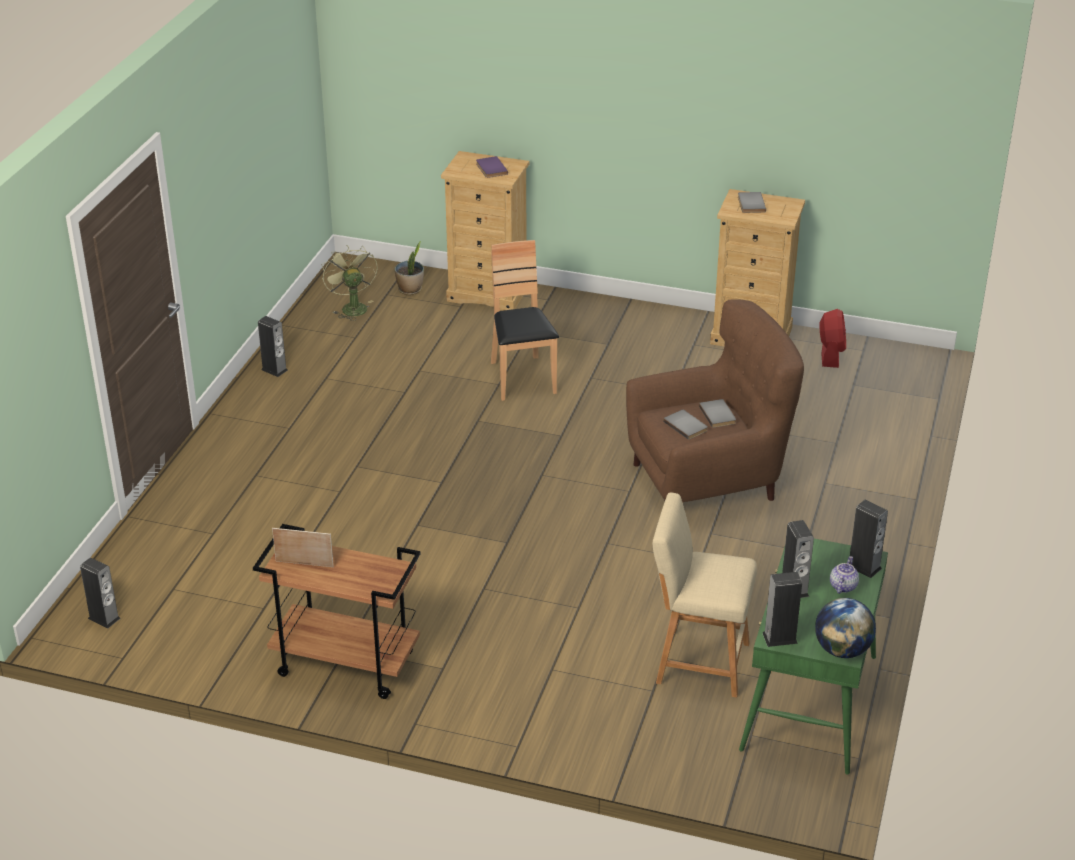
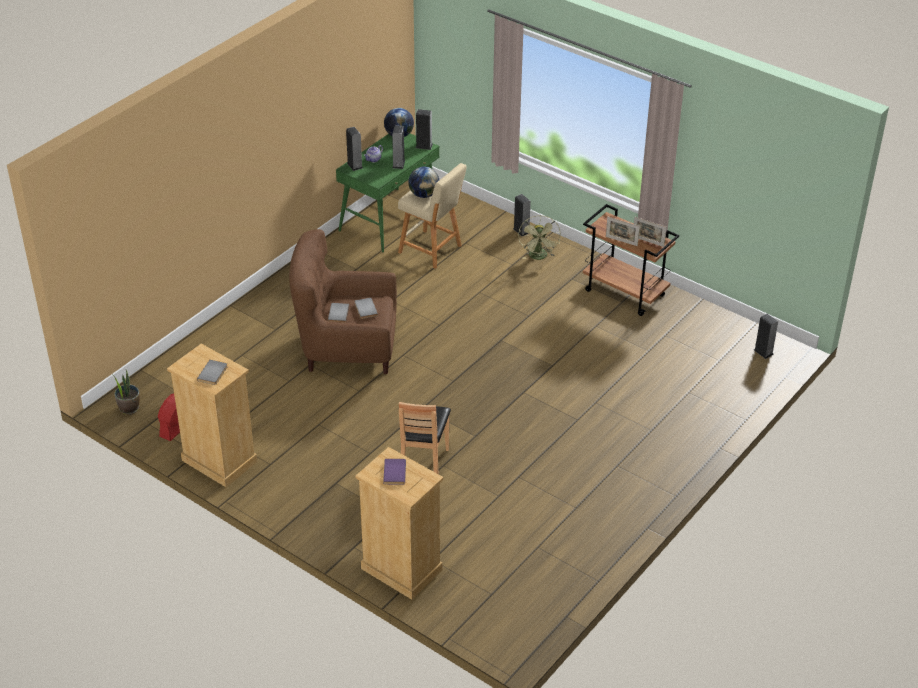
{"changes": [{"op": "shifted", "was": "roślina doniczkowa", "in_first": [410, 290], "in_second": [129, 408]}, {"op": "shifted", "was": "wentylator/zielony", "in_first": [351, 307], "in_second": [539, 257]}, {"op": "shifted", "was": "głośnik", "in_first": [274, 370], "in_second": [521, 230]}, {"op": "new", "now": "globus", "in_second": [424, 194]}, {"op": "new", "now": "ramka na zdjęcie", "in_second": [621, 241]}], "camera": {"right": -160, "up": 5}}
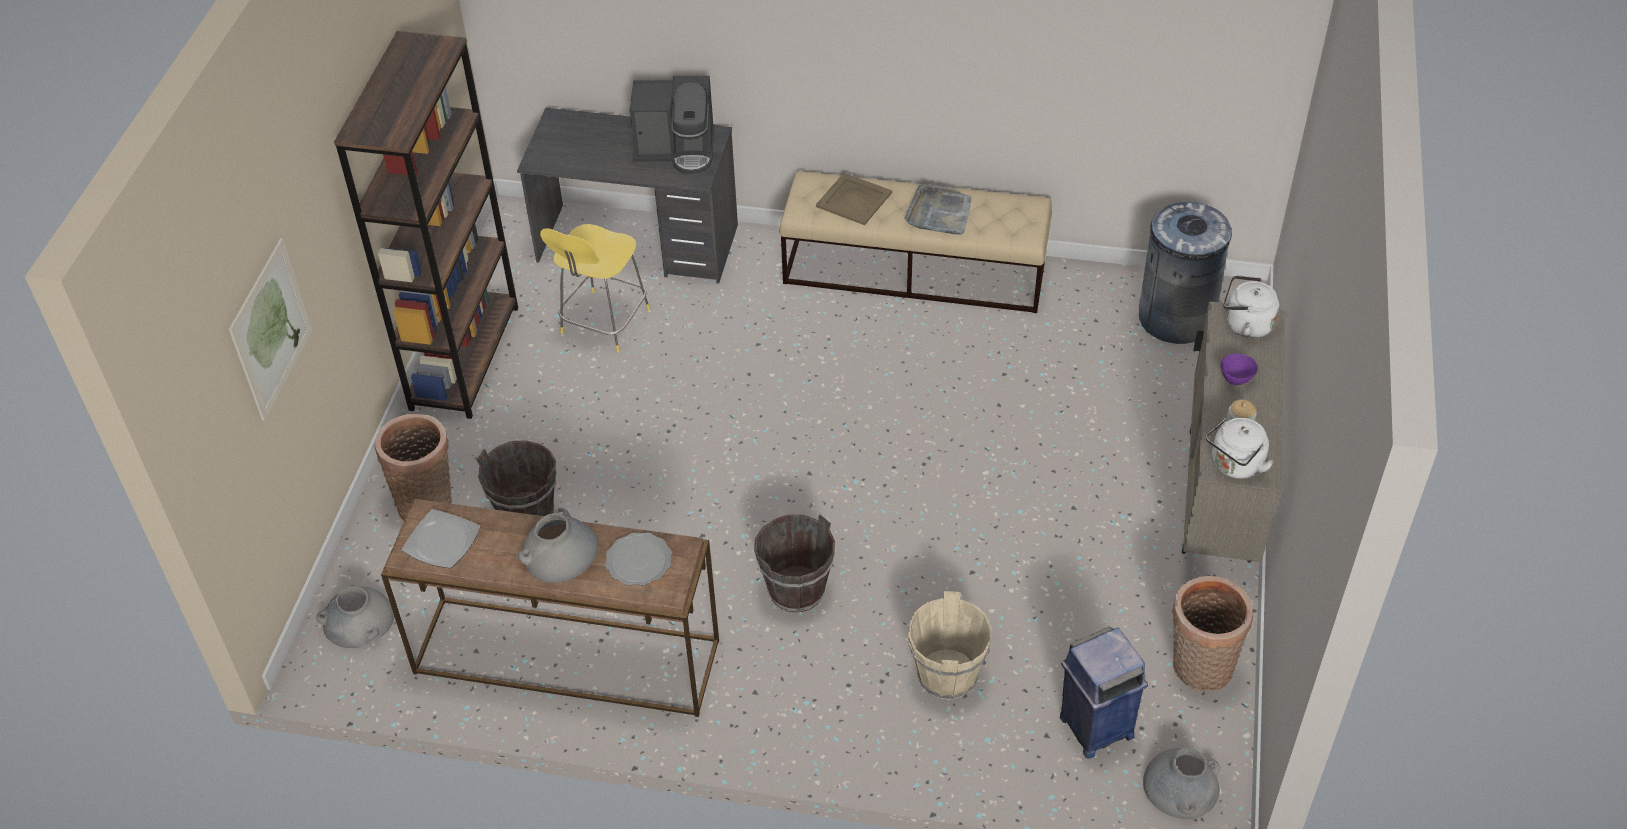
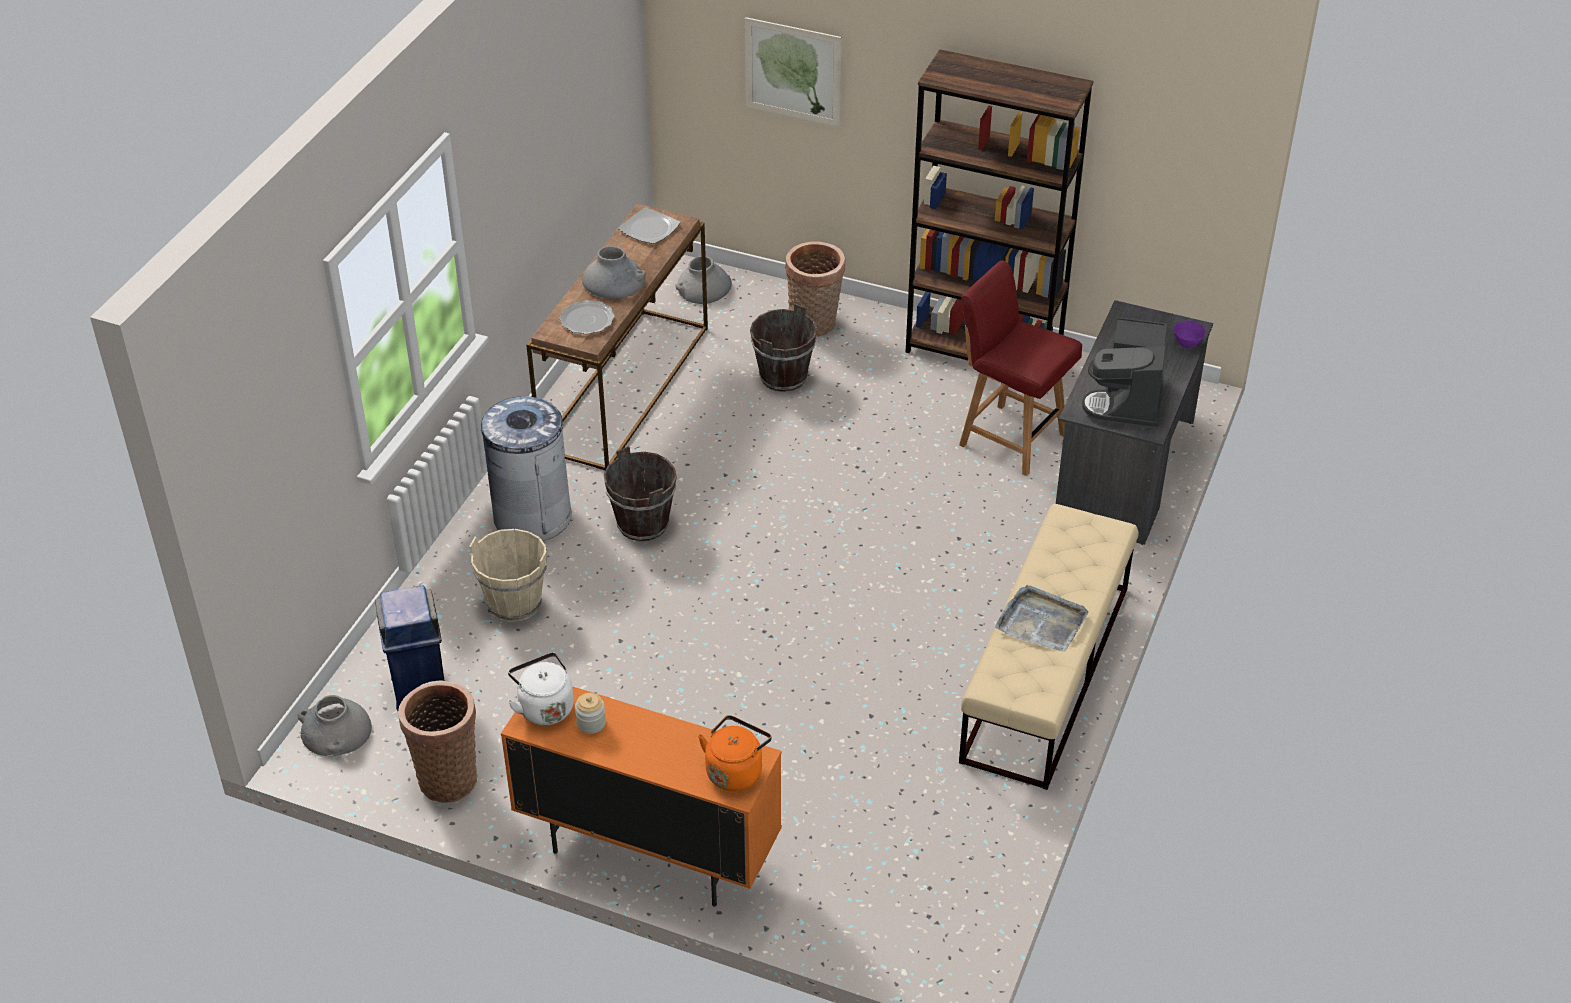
{"changes": [{"op": "gone", "was": "taca/beżowy", "in_first": [853, 199]}, {"op": "shifted", "was": "kosz na śmieci/szary", "in_first": [1175, 318], "in_second": [532, 516]}, {"op": "swapped", "was": "stołek/żółty", "now": "krzesło/czerwony", "in_first": [603, 324], "in_second": [1010, 438]}, {"op": "repainted", "was": "czajnik/biały", "now": "czajnik/pomarańczowy", "in_first": [1245, 324], "in_second": [735, 770]}, {"op": "repainted", "was": "szafka/beżowy", "now": "szafka/pomarańczowy", "in_first": [1219, 496], "in_second": [647, 852]}, {"op": "shifted", "was": "miska/fioletowy", "in_first": [1236, 379], "in_second": [1187, 344]}], "camera": {"right": 100, "up": -5}}
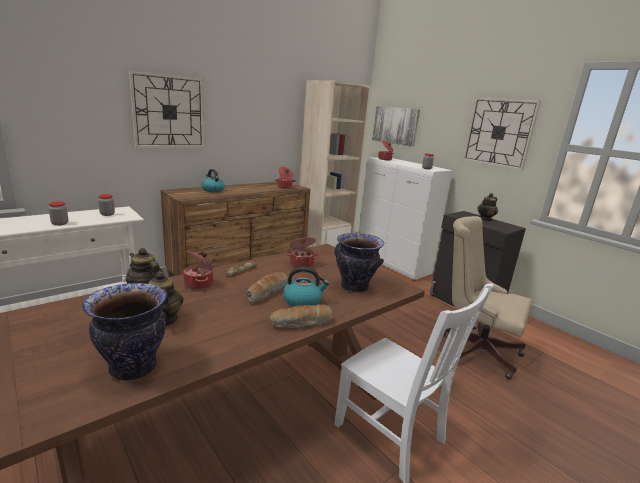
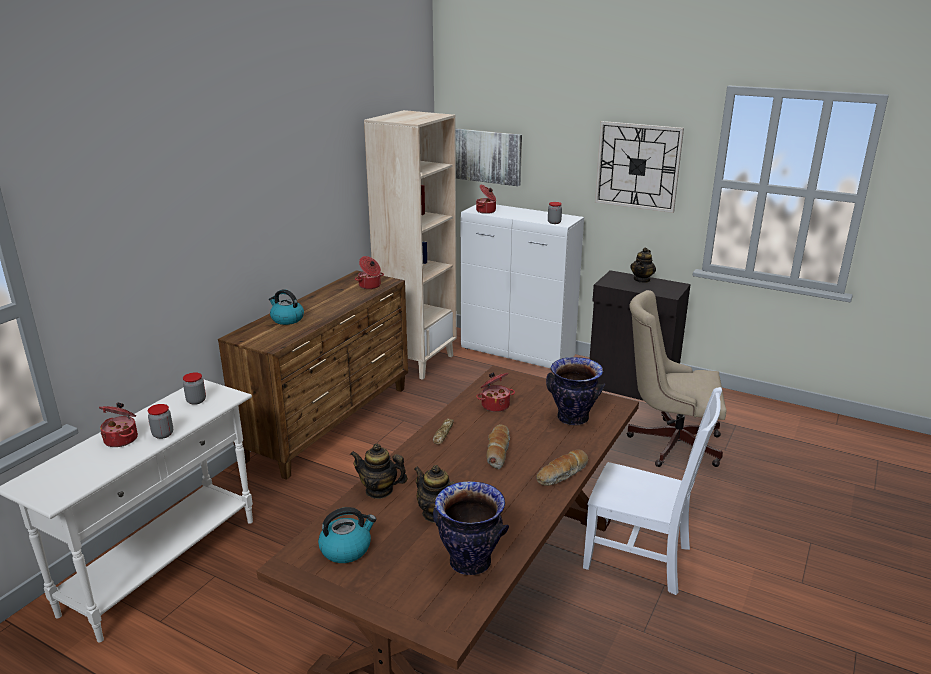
{"changes": [{"op": "gone", "was": "zegar ścienny", "in_first": [169, 112]}, {"op": "shifted", "was": "garnek", "in_first": [200, 284], "in_second": [122, 439]}, {"op": "shifted", "was": "czajnik", "in_first": [303, 301], "in_second": [346, 549]}], "camera": {"right": -20, "up": 5}}
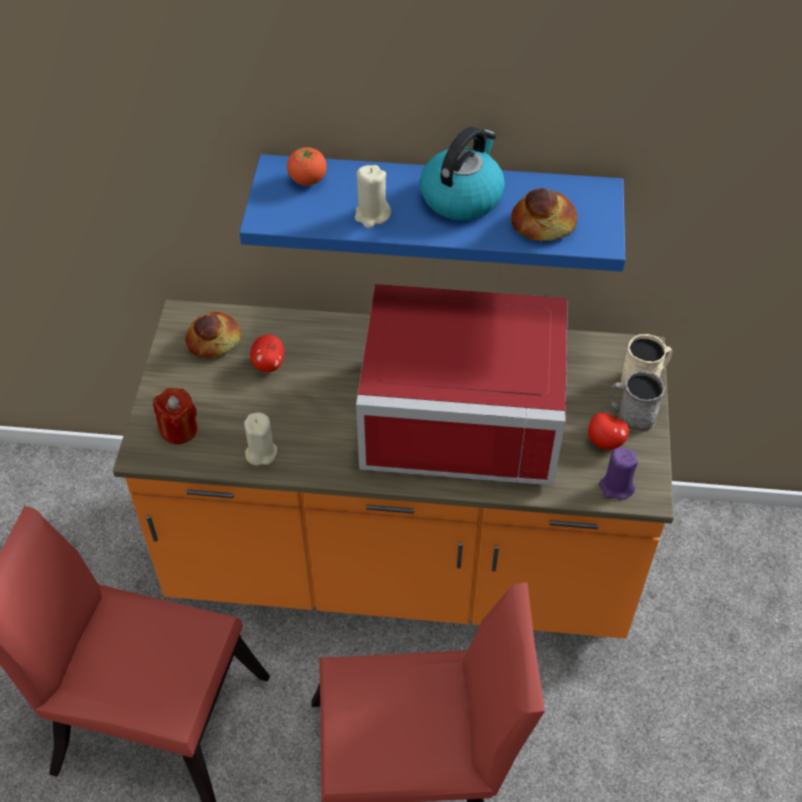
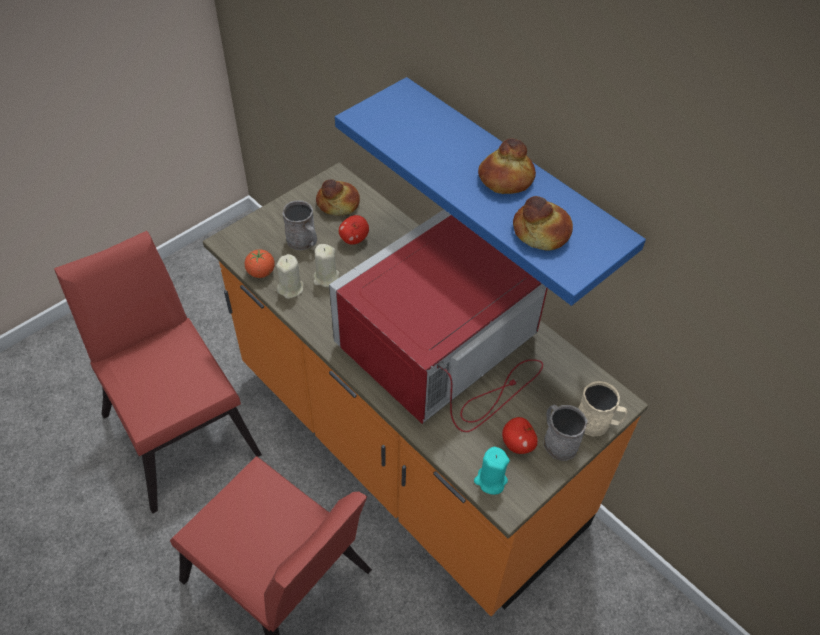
{"changes": [{"op": "swapped", "was": "czajnik", "now": "chleb", "in_first": [462, 196], "in_second": [505, 179]}, {"op": "shifted", "was": "pomidor", "in_first": [307, 180], "in_second": [261, 272]}, {"op": "shifted", "was": "świeca/beżowy", "in_first": [372, 215], "in_second": [326, 278]}, {"op": "rotated", "was": "mikrofalówka/czerwony", "in_first": [463, 407], "in_second": [445, 350], "clockwise": 90}, {"op": "gone", "was": "świeca/czerwony", "in_first": [179, 429]}, {"op": "repainted", "was": "świeca/fioletowy", "now": "świeca/turkusowy", "in_first": [616, 487], "in_second": [490, 480]}, {"op": "new", "now": "kubek/szary", "in_second": [304, 242]}], "camera": {"right": 40, "up": 0}}
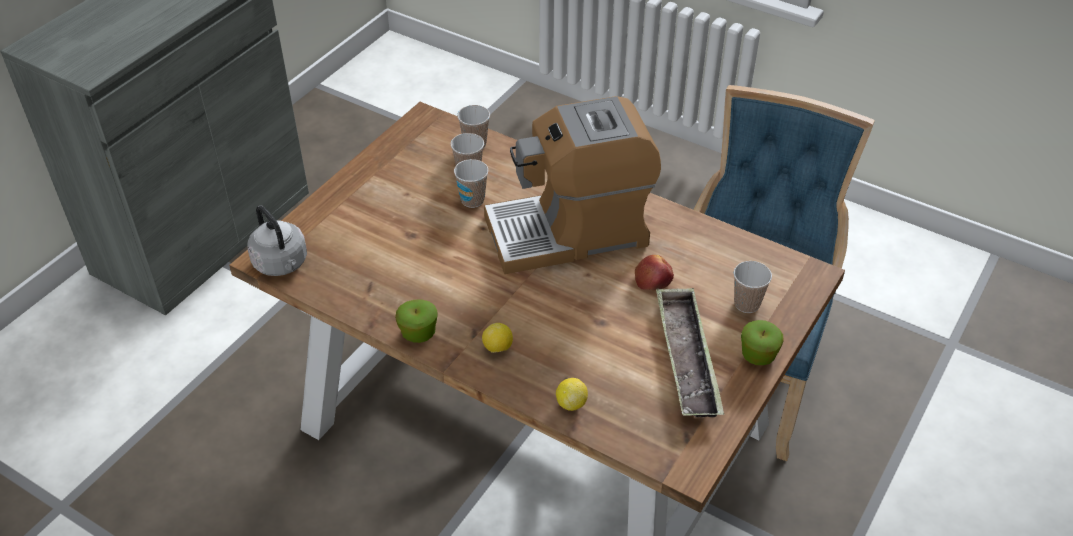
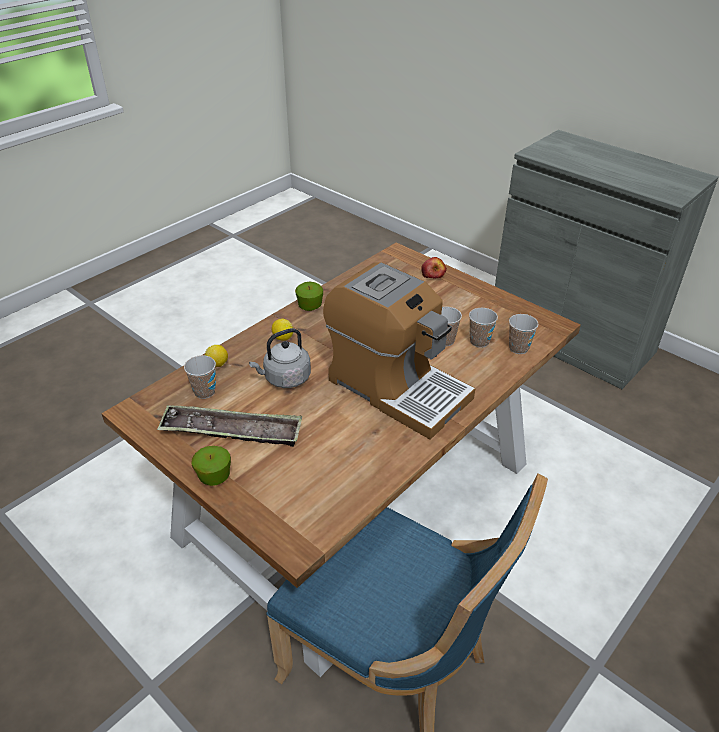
{"changes": [{"op": "rotated", "was": "ekspres do kawy", "in_first": [569, 231], "in_second": [397, 388], "clockwise": 135}, {"op": "shifted", "was": "czajnik/szary", "in_first": [282, 264], "in_second": [285, 379]}, {"op": "shifted", "was": "jabłko", "in_first": [653, 278], "in_second": [433, 274]}, {"op": "shifted", "was": "filiżanka", "in_first": [747, 304], "in_second": [204, 392]}], "camera": {"right": 100, "up": -5}}
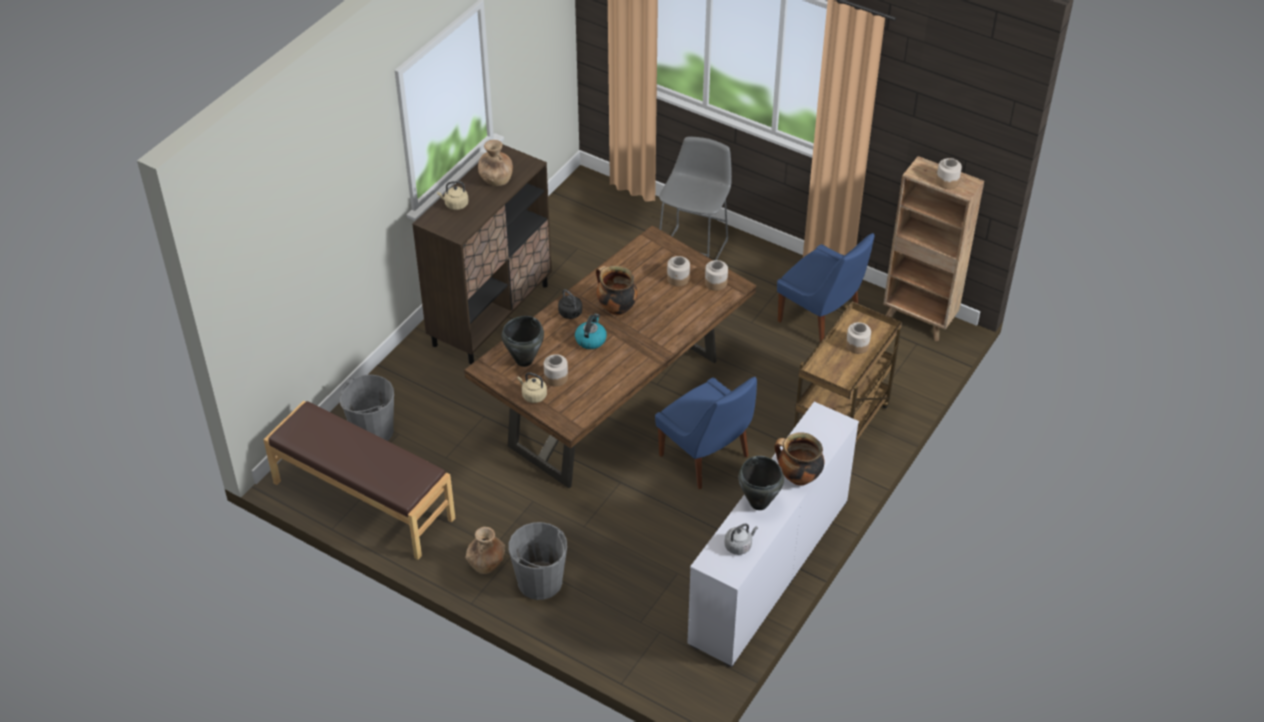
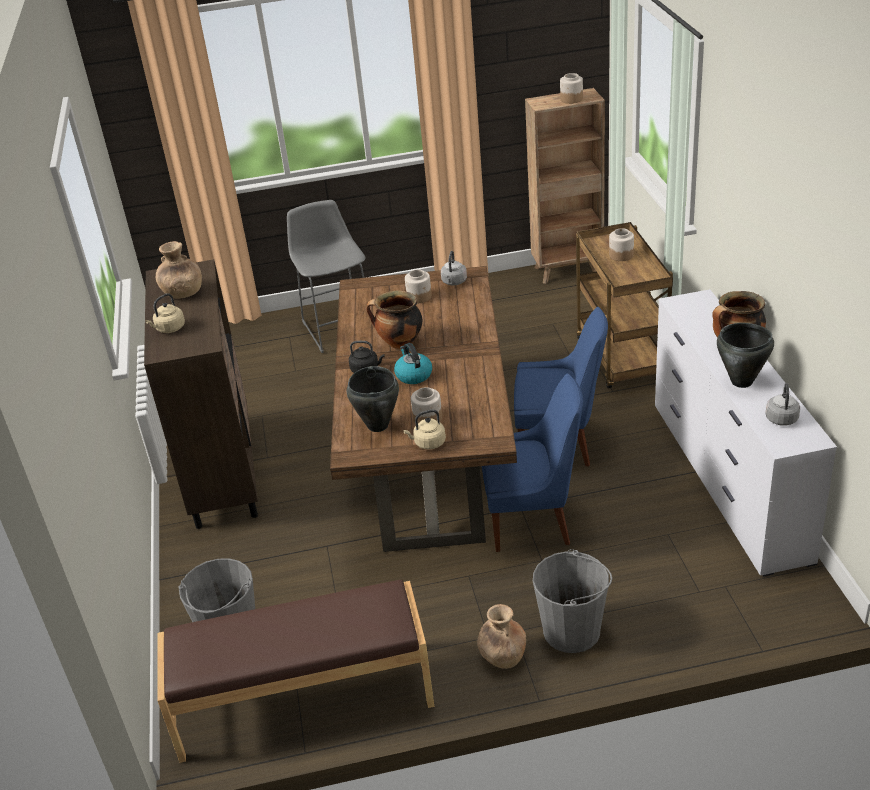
{"changes": [{"op": "shifted", "was": "krzesło/niebieski", "in_first": [821, 319], "in_second": [533, 520]}, {"op": "swapped", "was": "słoik", "now": "czajnik/szary", "in_first": [716, 283], "in_second": [454, 282]}], "camera": {"right": -40, "up": -10}}
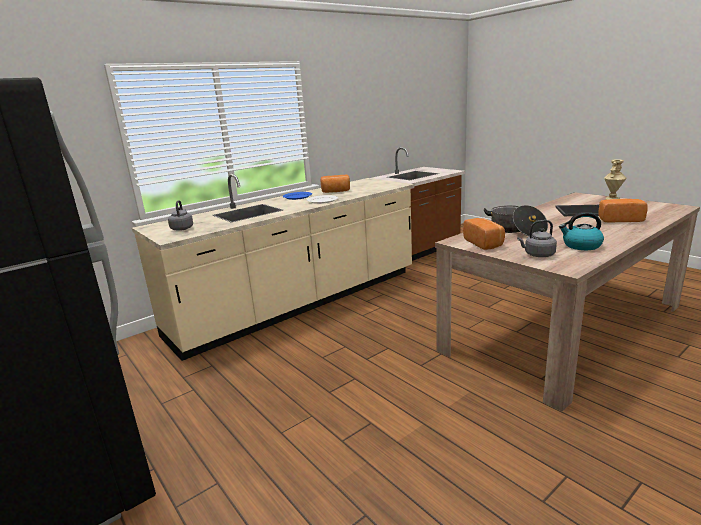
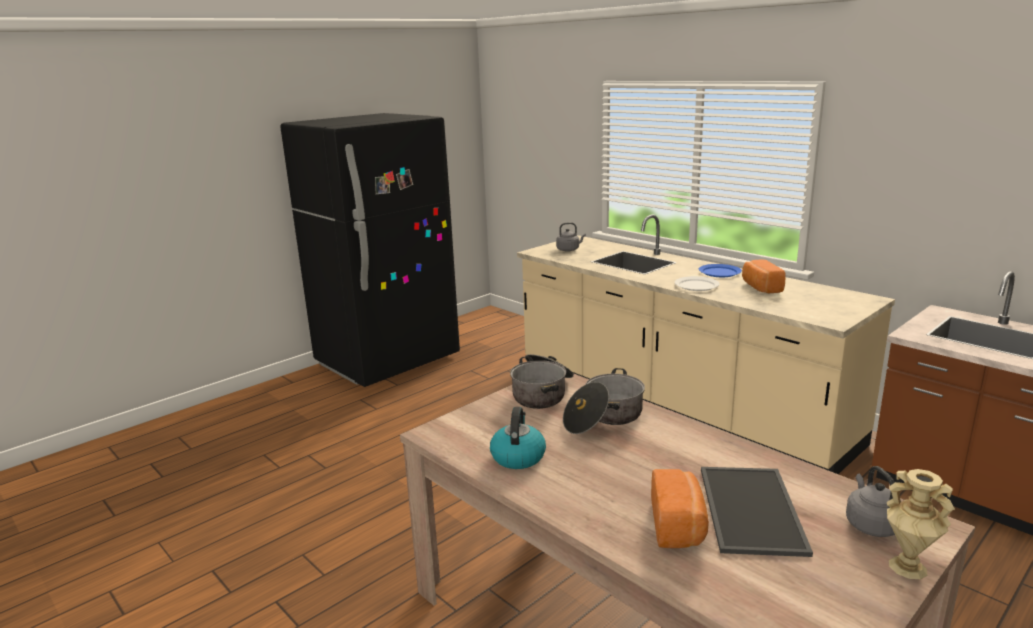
{"changes": [{"op": "swapped", "was": "chleb", "now": "garnek", "in_first": [484, 243], "in_second": [543, 393]}, {"op": "shifted", "was": "czajnik/szary", "in_first": [537, 255], "in_second": [870, 524]}], "camera": {"right": 85, "up": 0}}
